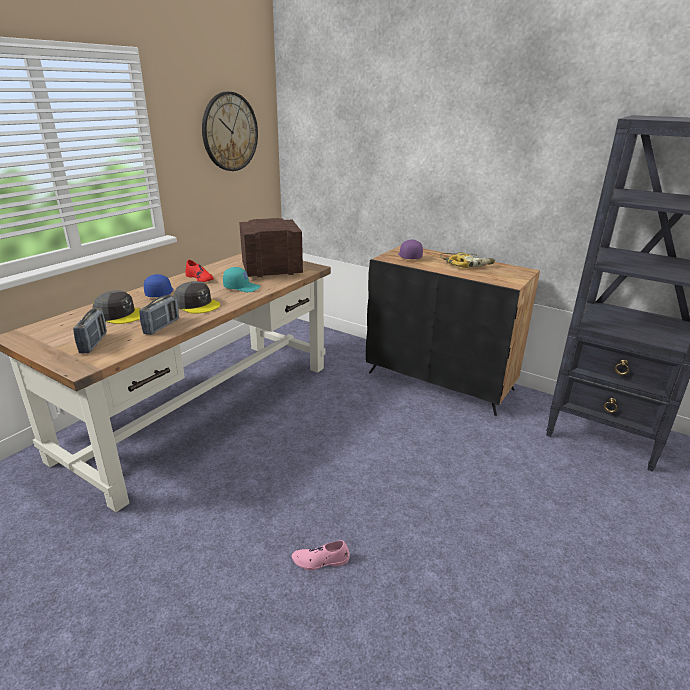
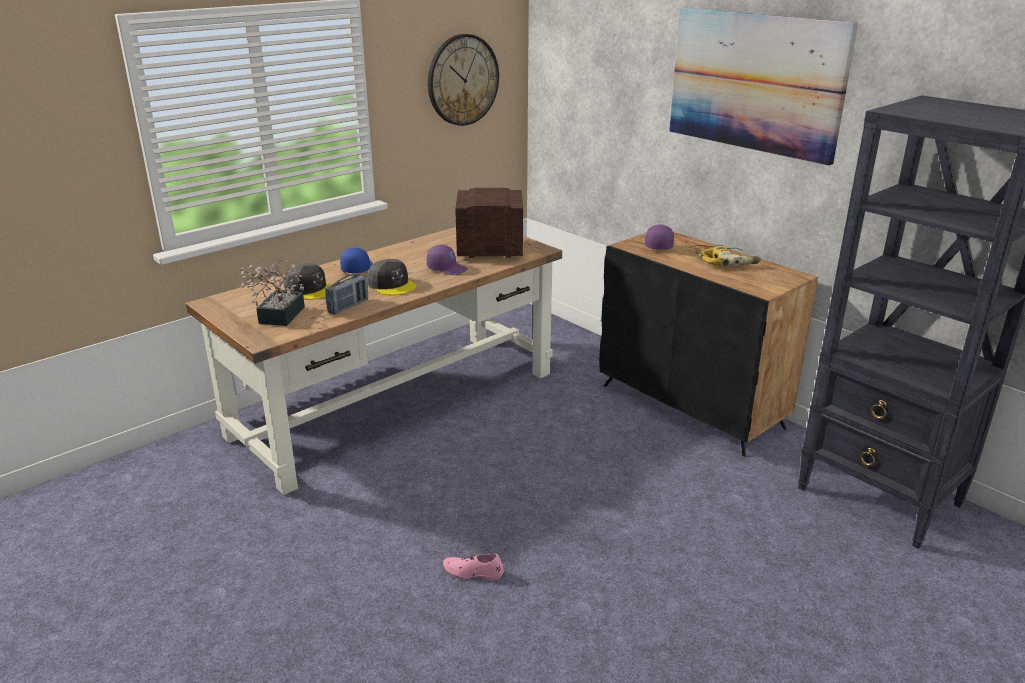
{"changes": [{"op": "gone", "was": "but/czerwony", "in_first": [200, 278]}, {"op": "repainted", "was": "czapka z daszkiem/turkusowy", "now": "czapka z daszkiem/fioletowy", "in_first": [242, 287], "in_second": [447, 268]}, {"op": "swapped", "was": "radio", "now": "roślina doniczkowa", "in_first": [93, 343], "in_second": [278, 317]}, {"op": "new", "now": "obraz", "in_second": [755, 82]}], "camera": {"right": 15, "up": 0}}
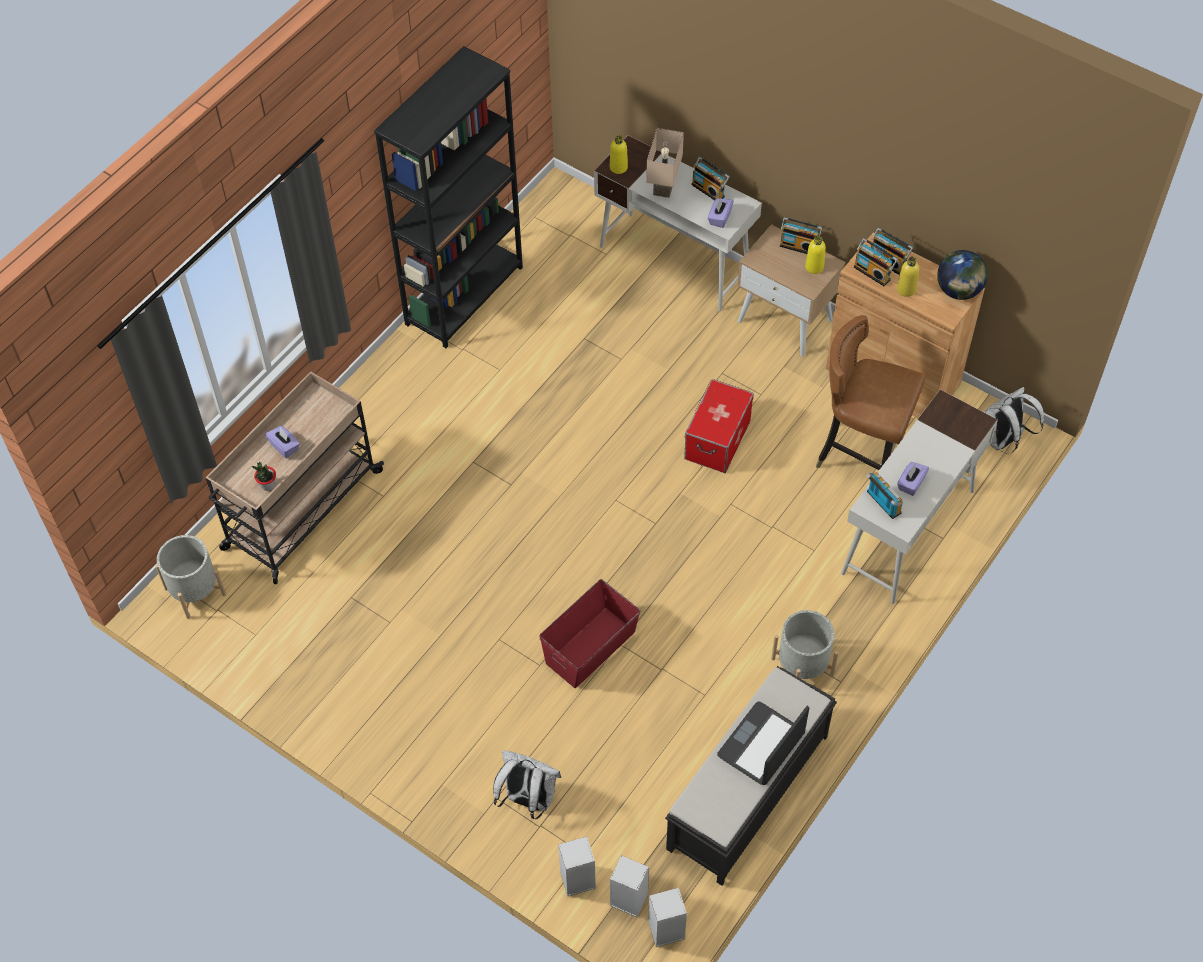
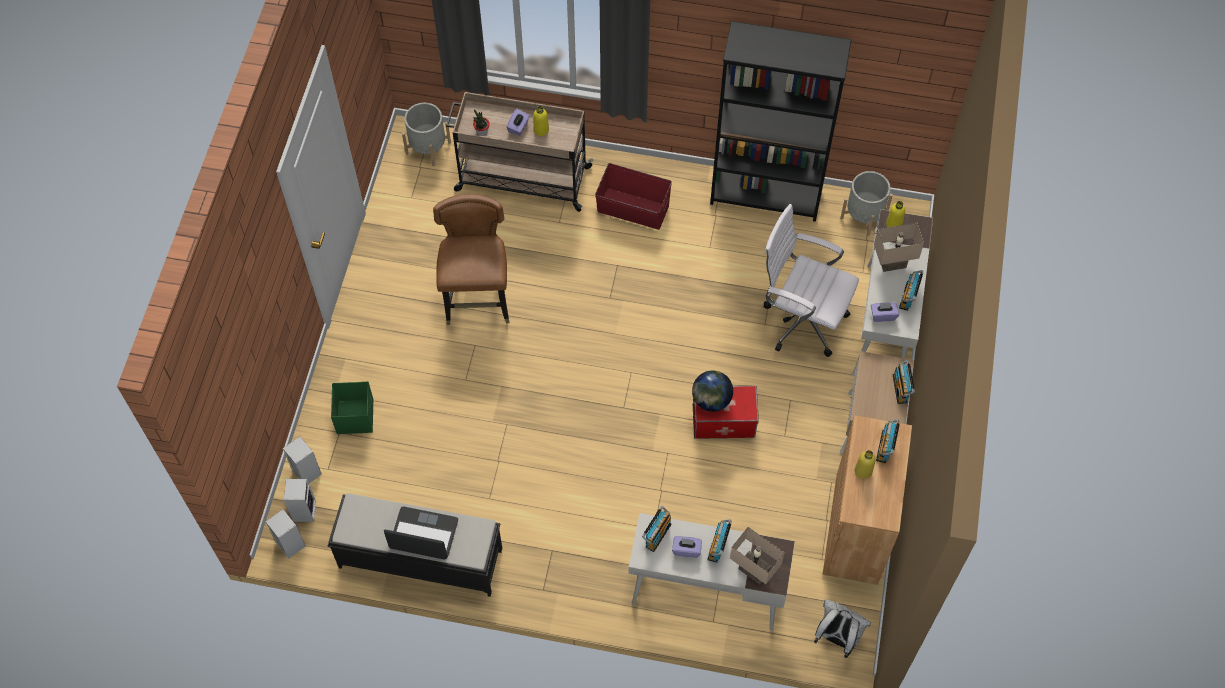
{"changes": [{"op": "shifted", "was": "butelka/żółty", "in_first": [814, 267], "in_second": [541, 130]}, {"op": "shifted", "was": "radio", "in_first": [873, 272], "in_second": [718, 546]}, {"op": "shifted", "was": "globus", "in_first": [958, 291], "in_second": [711, 400]}, {"op": "shifted", "was": "krzesło/brązowy", "in_first": [860, 455], "in_second": [478, 301]}, {"op": "shifted", "was": "pojemnik do przechowywania/czerwony", "in_first": [589, 647], "in_second": [633, 208]}, {"op": "shifted", "was": "donica/szary", "in_first": [802, 666], "in_second": [863, 216]}, {"op": "swapped", "was": "plecak/biały", "now": "pojemnik do przechowywania/zielony", "in_first": [528, 799], "in_second": [355, 416]}, {"op": "new", "now": "krzesło biurowe/biały", "in_second": [800, 320]}, {"op": "new", "now": "lampa stołowa/beżowy", "in_second": [754, 569]}], "camera": {"right": 65, "up": 5}}
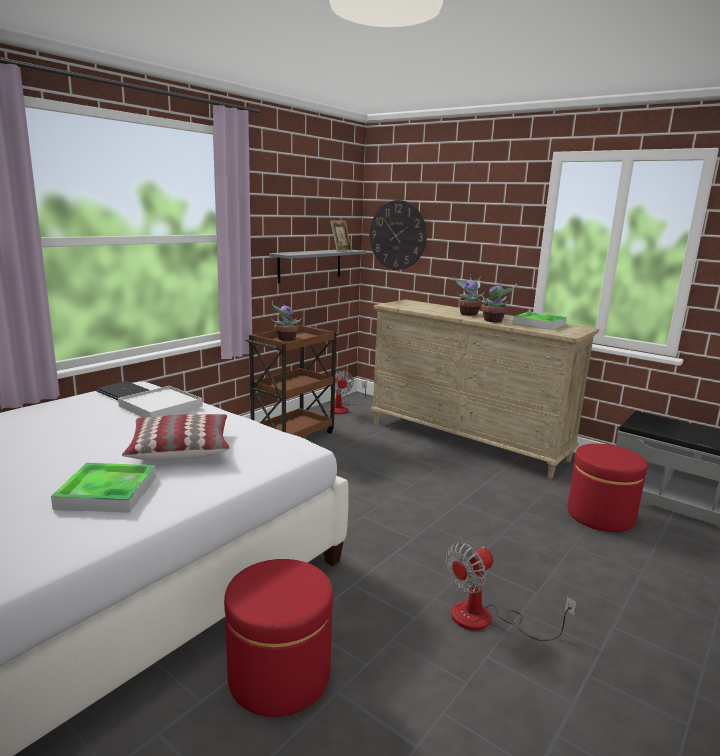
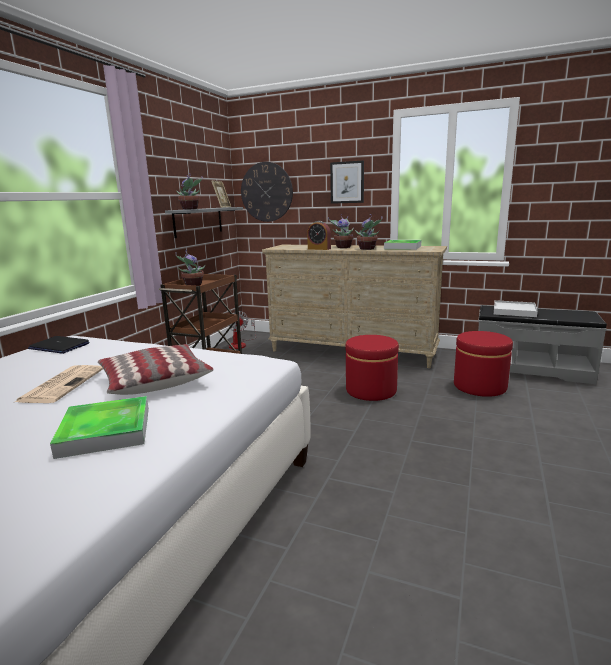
{"changes": [{"op": "shifted", "was": "taca/biały", "in_first": [160, 406], "in_second": [514, 311]}, {"op": "gone", "was": "wentylator", "in_first": [486, 620]}, {"op": "shifted", "was": "pufa/czerwony", "in_first": [279, 676], "in_second": [371, 390]}, {"op": "new", "now": "obraz", "in_second": [347, 182]}, {"op": "new", "now": "roślina doniczkowa", "in_second": [190, 209]}, {"op": "new", "now": "budzik", "in_second": [319, 249]}, {"op": "new", "now": "gazeta", "in_second": [62, 384]}], "camera": {"right": -15, "up": 0}}
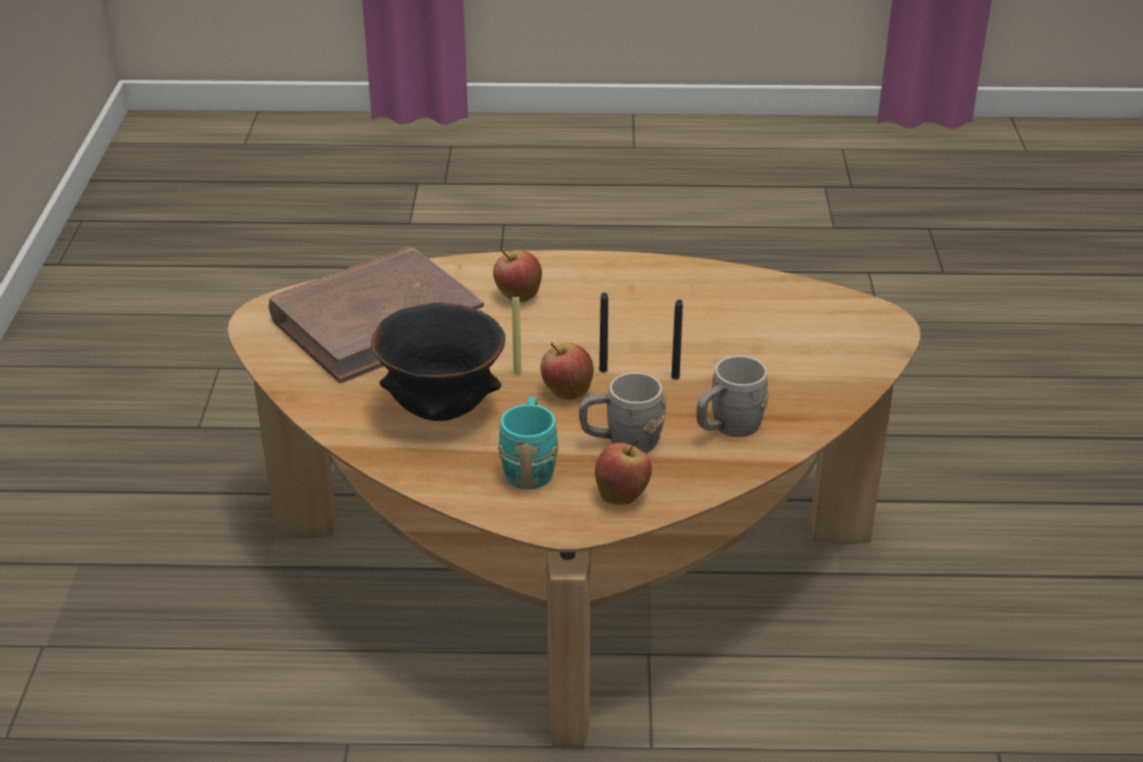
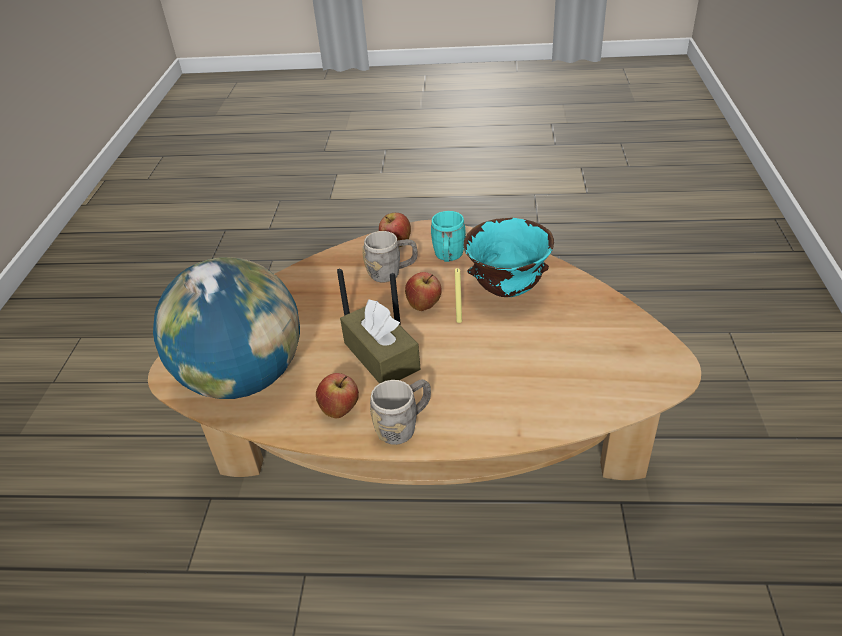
{"changes": [{"op": "gone", "was": "książka/brązowy", "in_first": [376, 321]}, {"op": "shifted", "was": "jabłko", "in_first": [517, 296], "in_second": [340, 410]}, {"op": "repainted", "was": "miska/czarny", "now": "miska/turkusowy", "in_first": [443, 411], "in_second": [506, 290]}, {"op": "shifted", "was": "kubek/szary", "in_first": [728, 428], "in_second": [404, 426]}, {"op": "new", "now": "globus", "in_second": [244, 377]}, {"op": "new", "now": "pudełko chusteczek/brązowy", "in_second": [381, 356]}], "camera": {"right": -175, "up": 5}}
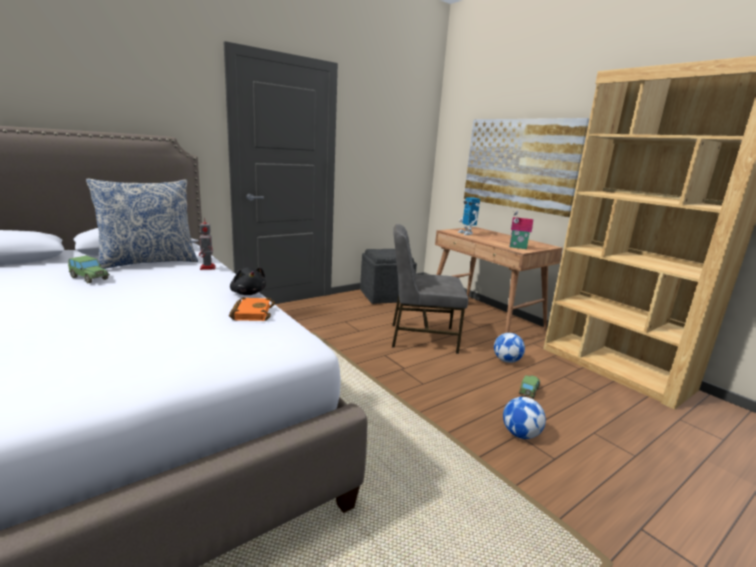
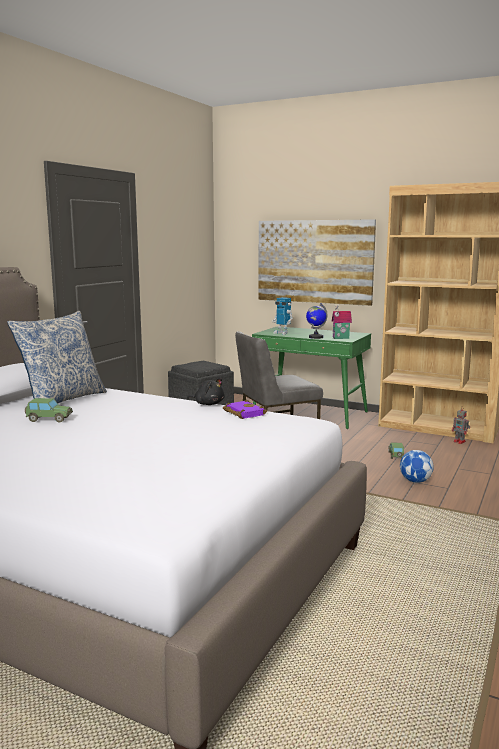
{"changes": [{"op": "shifted", "was": "robot zabawkowy", "in_first": [207, 268], "in_second": [460, 442]}, {"op": "repainted", "was": "biurko/brązowy", "now": "biurko/zielony", "in_first": [484, 318], "in_second": [310, 413]}, {"op": "repainted", "was": "książka/pomarańczowy", "now": "książka/fioletowy", "in_first": [251, 312], "in_second": [242, 413]}, {"op": "gone", "was": "piłka futbolowa", "in_first": [507, 360]}, {"op": "new", "now": "globus", "in_second": [315, 337]}], "camera": {"right": -25, "up": -5}}
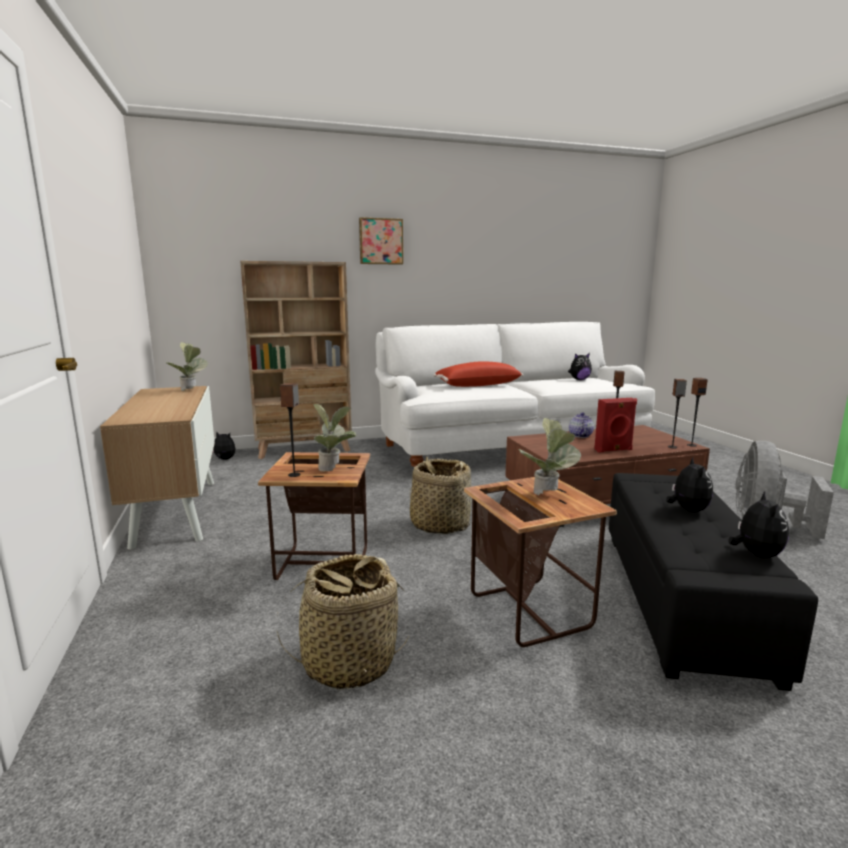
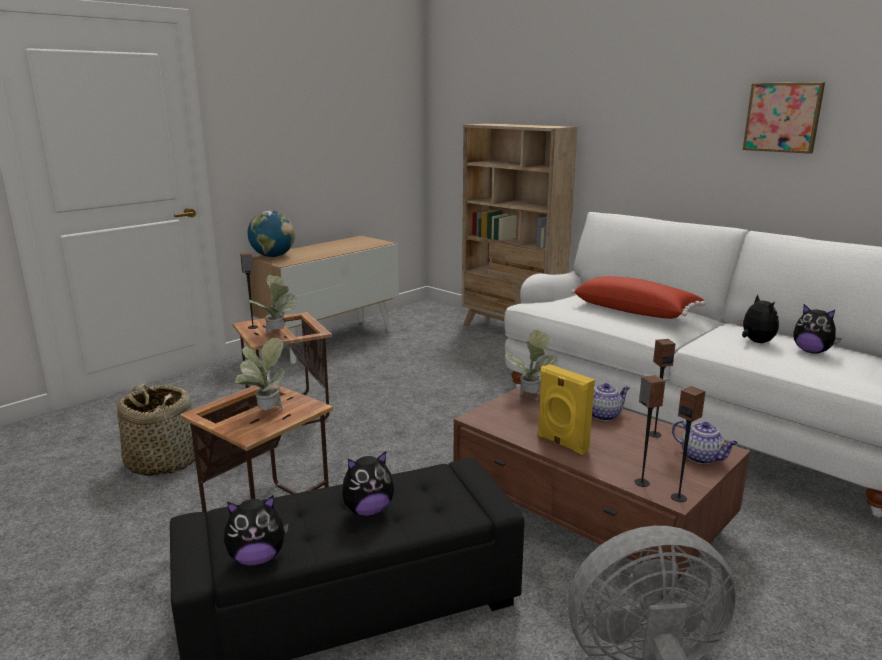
{"changes": [{"op": "shifted", "was": "obraz", "in_first": [380, 241], "in_second": [783, 117]}, {"op": "shifted", "was": "roślina doniczkowa", "in_first": [191, 390], "in_second": [530, 397]}, {"op": "repainted", "was": "głośnik/czerwony", "now": "głośnik/żółty", "in_first": [614, 450], "in_second": [561, 443]}, {"op": "shifted", "was": "pluszak", "in_first": [224, 459], "in_second": [755, 342]}, {"op": "gone", "was": "koszyk", "in_first": [439, 524]}, {"op": "new", "now": "globus", "in_second": [273, 256]}, {"op": "new", "now": "imbryk", "in_second": [702, 457]}], "camera": {"right": 60, "up": 5}}
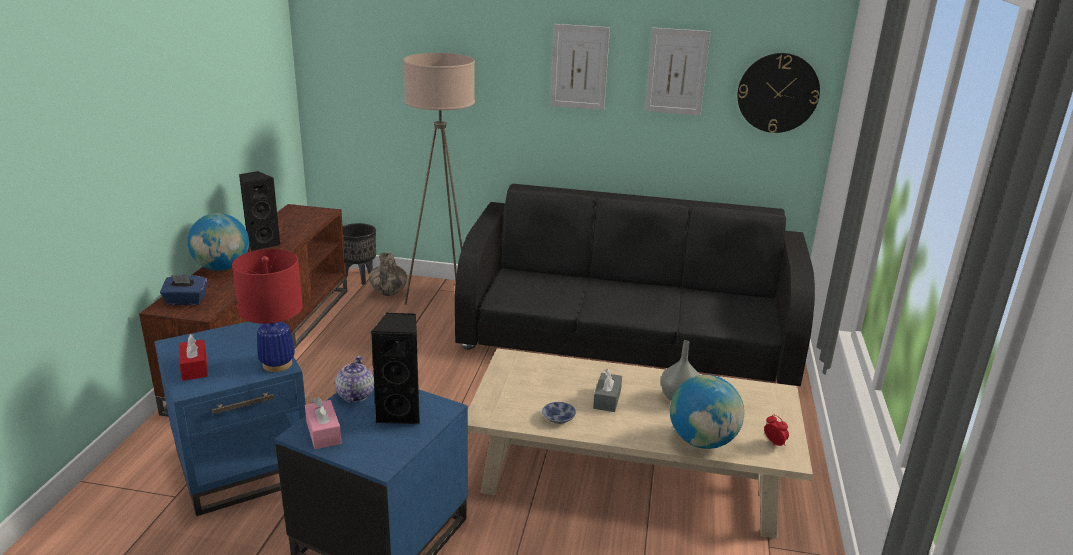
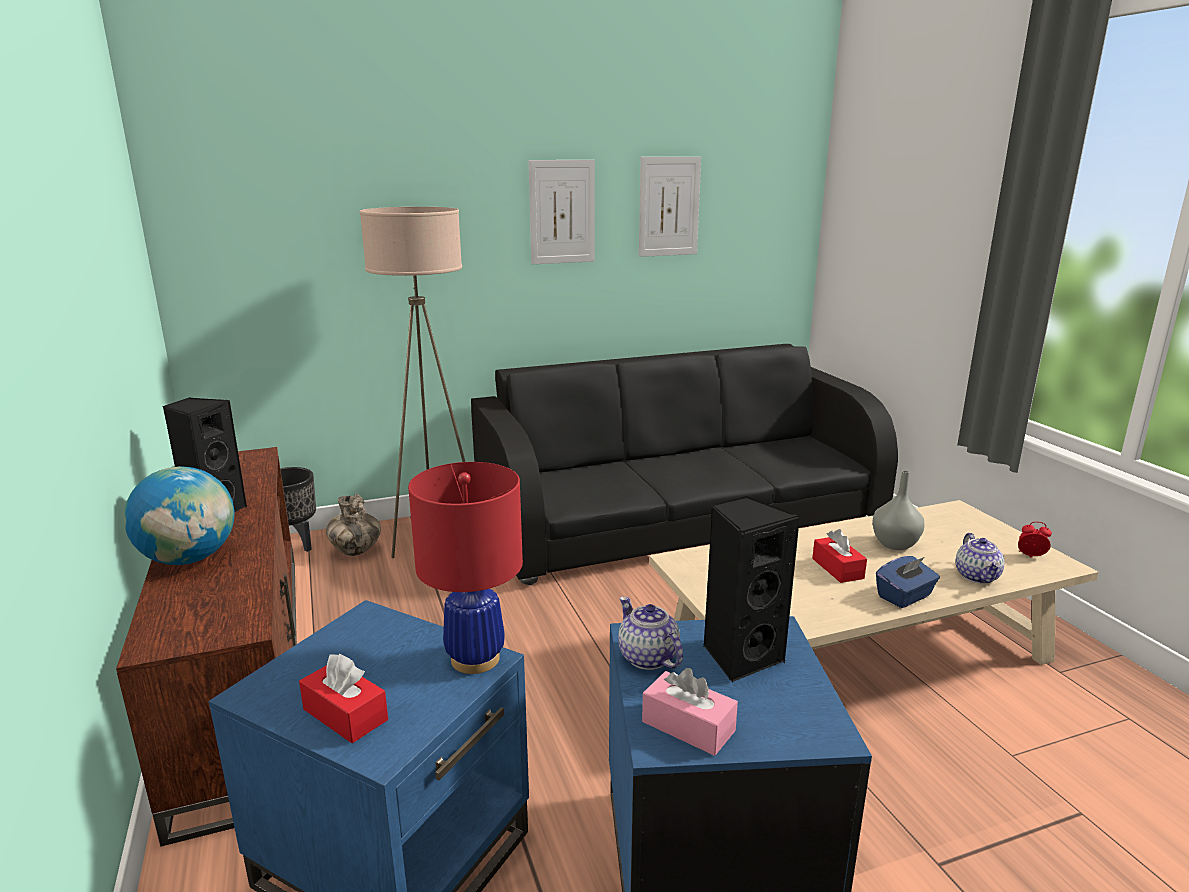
{"changes": [{"op": "gone", "was": "zegar ścienny", "in_first": [778, 93]}, {"op": "shifted", "was": "pudełko chusteczek/niebieski", "in_first": [186, 301], "in_second": [904, 596]}, {"op": "repainted", "was": "pudełko chusteczek/szary", "now": "pudełko chusteczek/czerwony", "in_first": [607, 399], "in_second": [837, 568]}, {"op": "swapped", "was": "globus", "now": "imbryk", "in_first": [702, 441], "in_second": [977, 576]}, {"op": "gone", "was": "miska", "in_first": [559, 417]}], "camera": {"right": -30, "up": -5}}
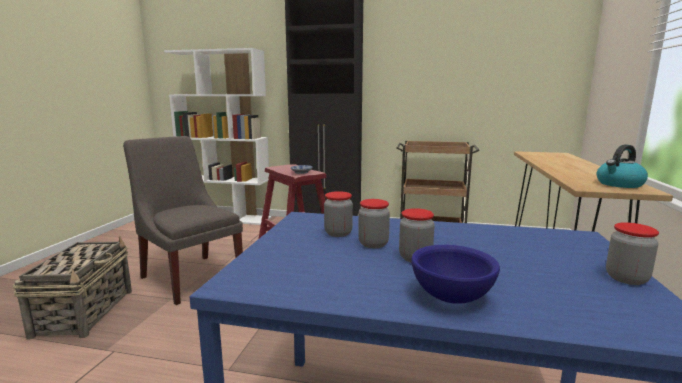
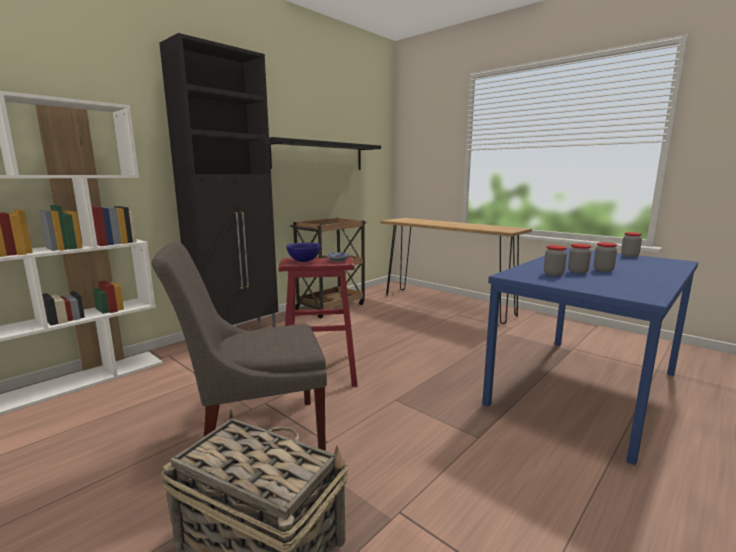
{"changes": [{"op": "gone", "was": "czajnik", "in_first": [619, 184]}, {"op": "shifted", "was": "miska/niebieski", "in_first": [451, 297], "in_second": [304, 261]}, {"op": "new", "now": "półka/czarny", "in_second": [318, 156]}], "camera": {"right": -60, "up": 0}}
